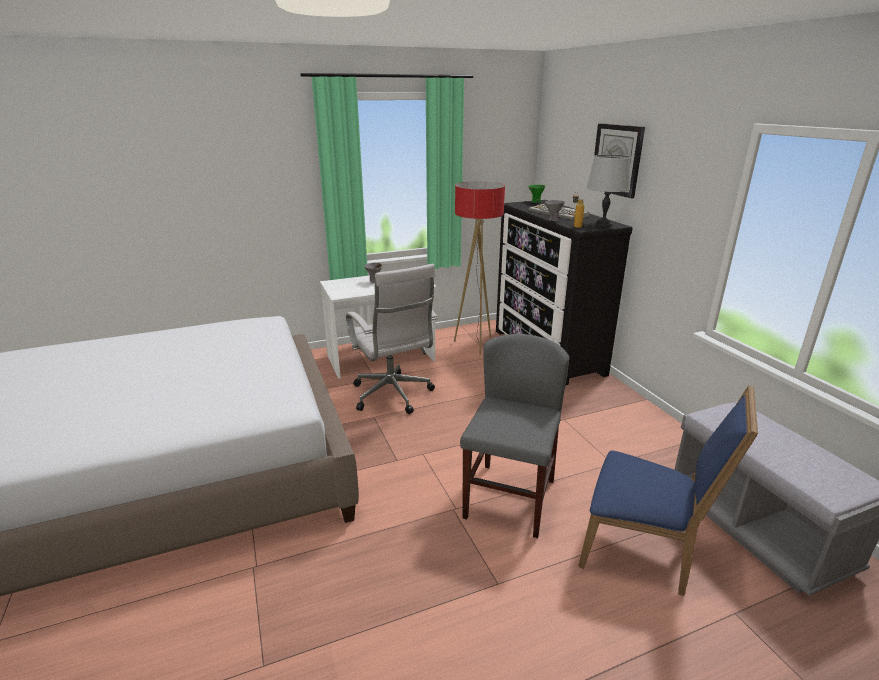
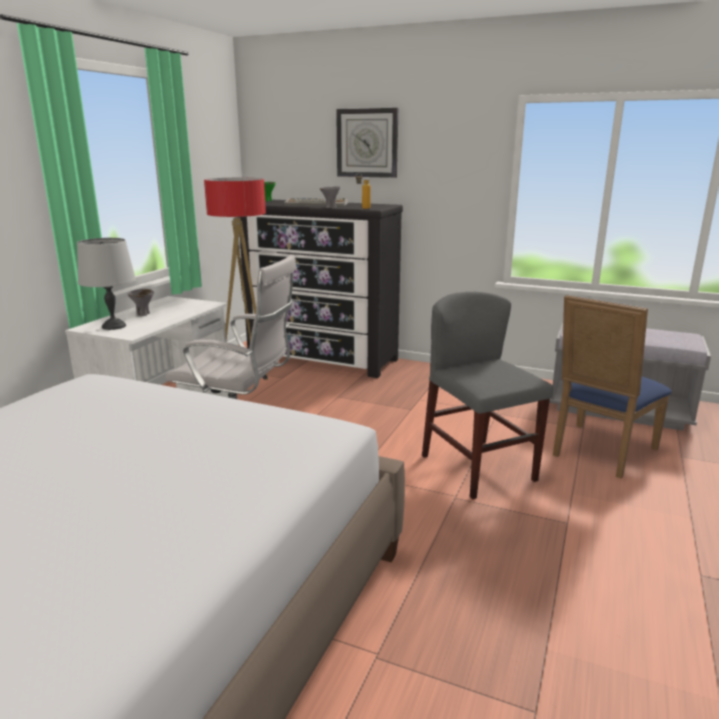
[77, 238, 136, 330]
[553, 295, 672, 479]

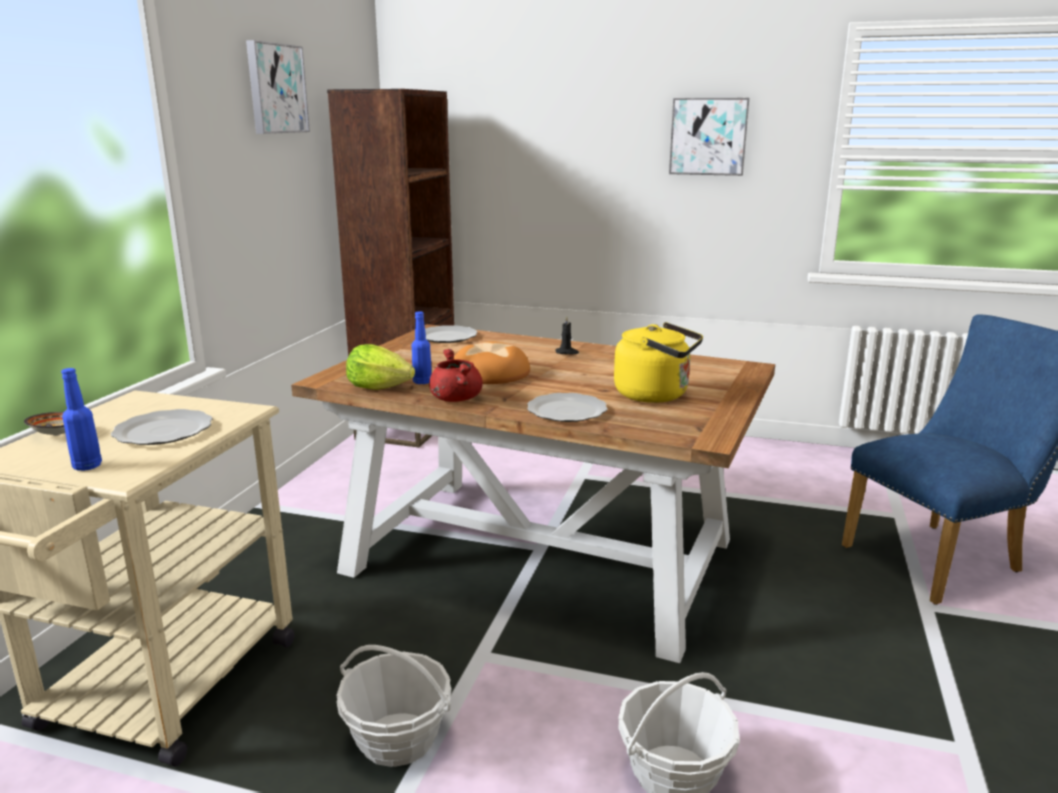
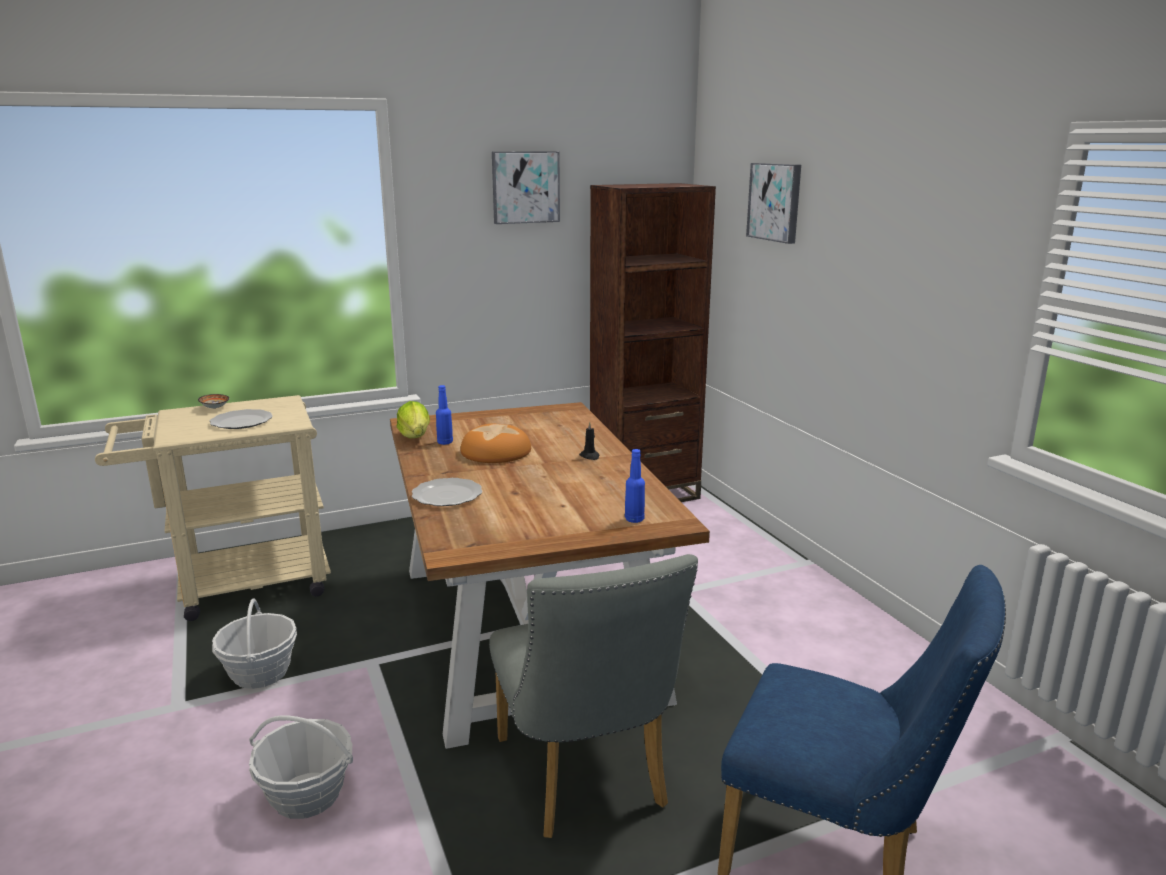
[425, 325, 477, 343] (first image)
[429, 349, 483, 402] (first image)
[614, 322, 703, 403] (first image)
[489, 554, 698, 838]
[625, 449, 645, 523]
[746, 163, 801, 244]

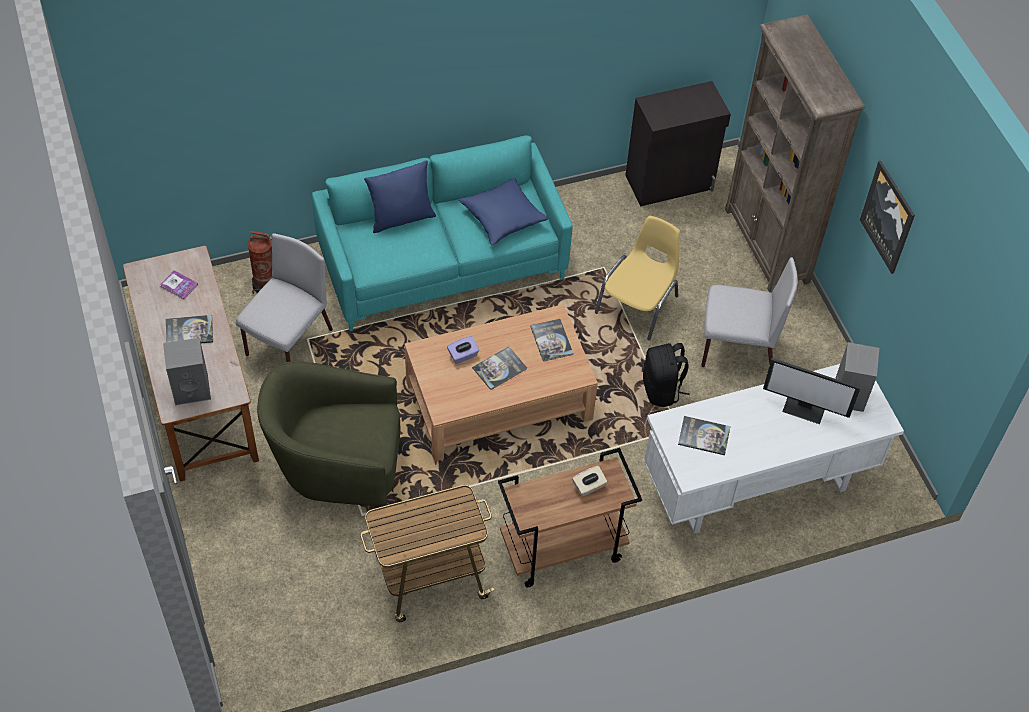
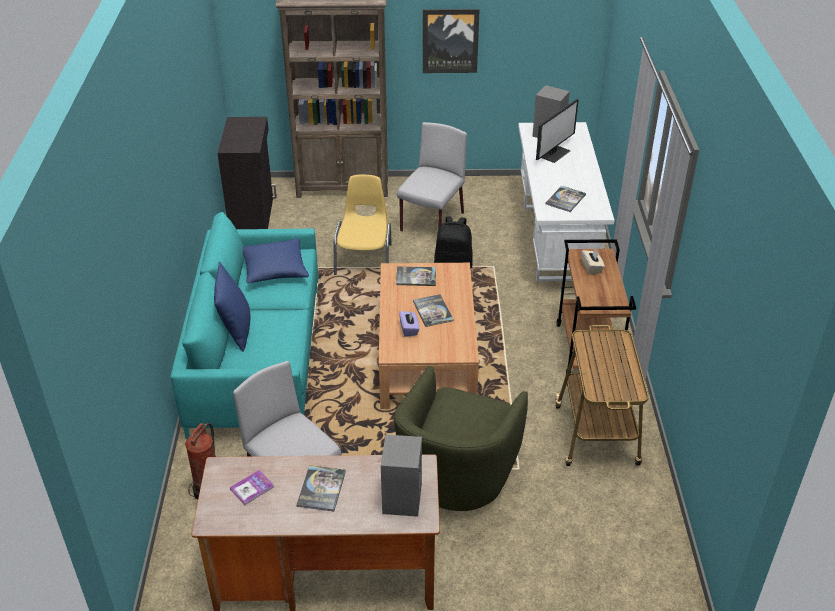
[334, 175, 392, 275]

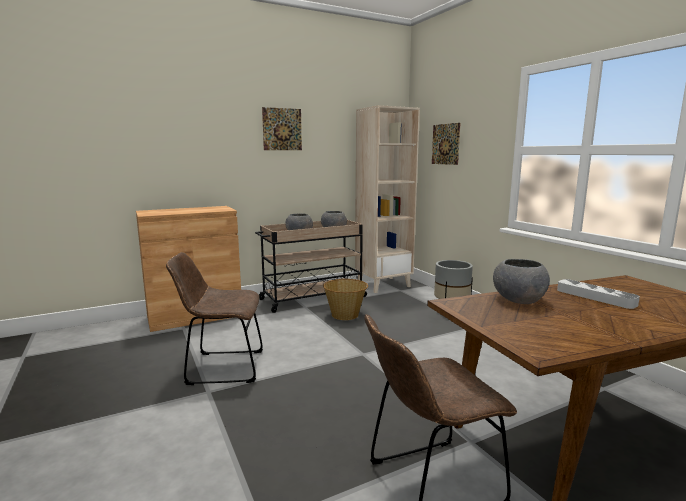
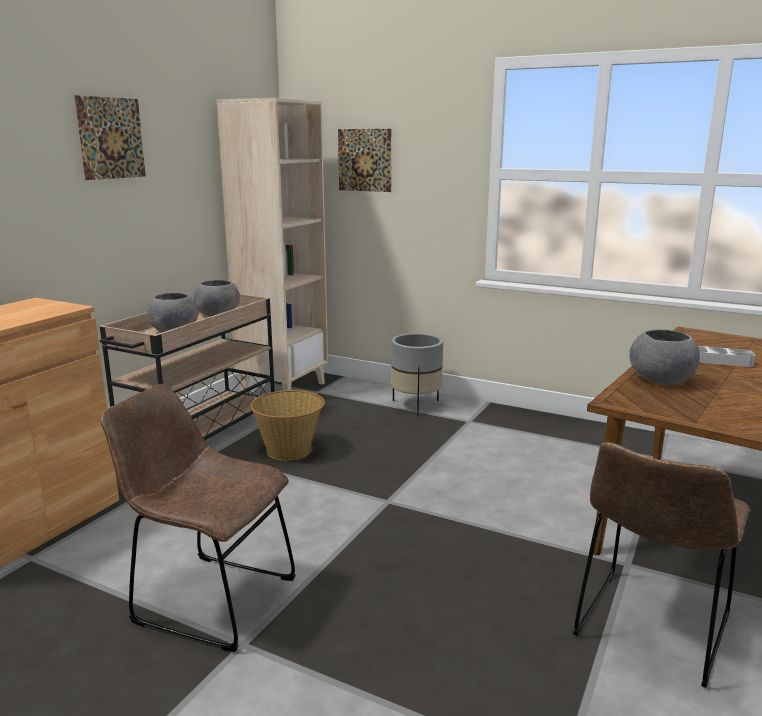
[100, 384, 296, 652]

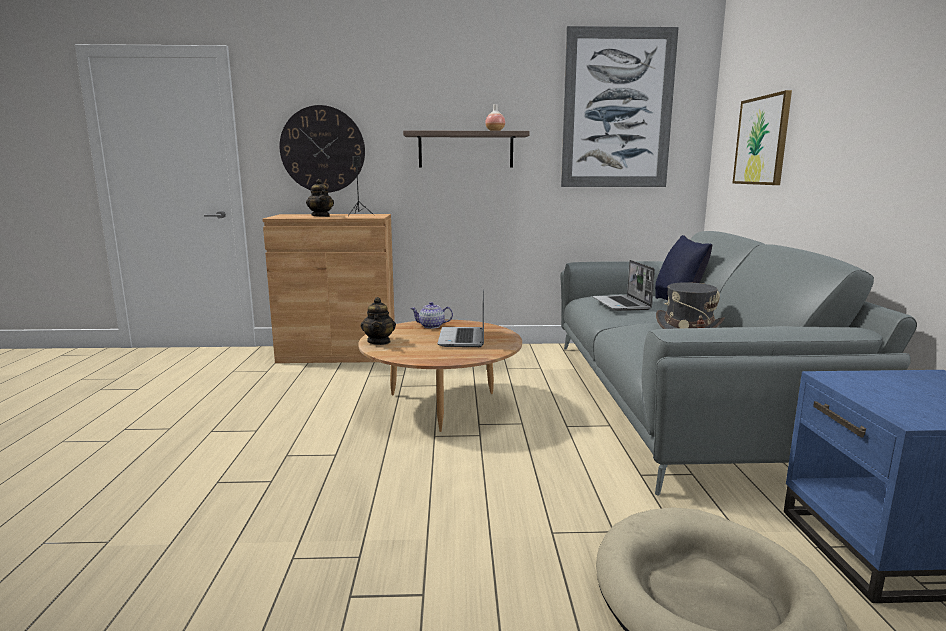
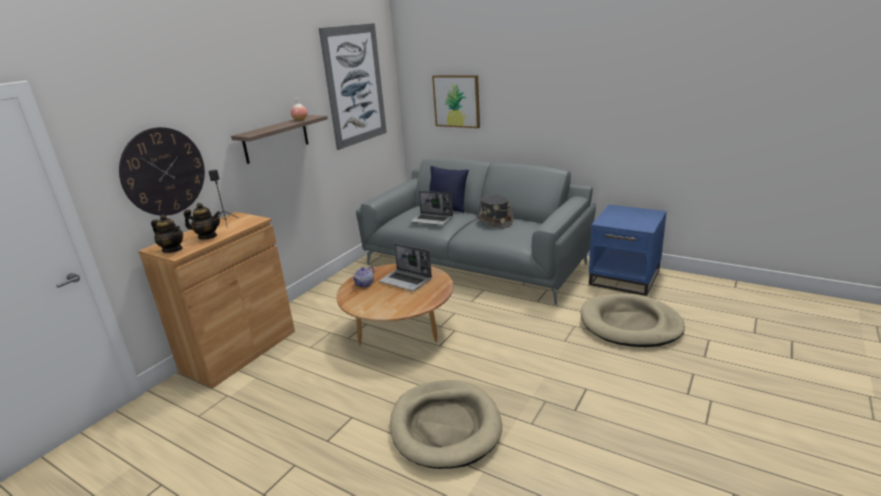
[390, 380, 502, 469]
[151, 215, 183, 253]

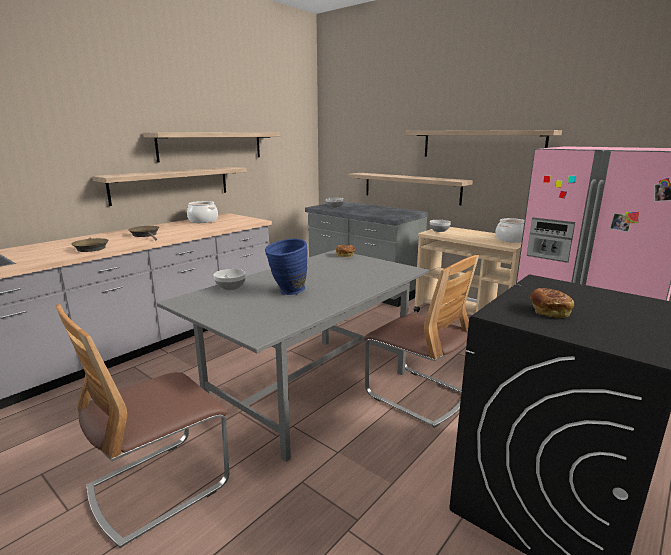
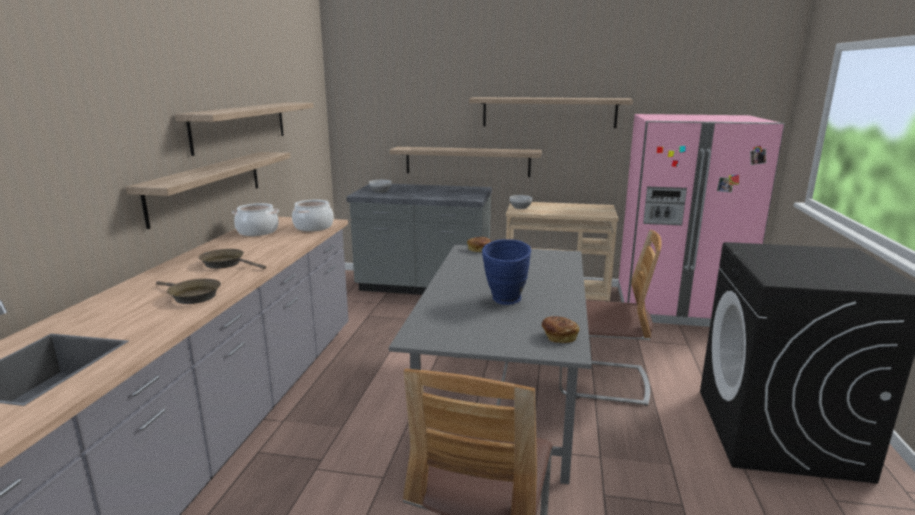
[214, 269, 246, 290] (first image)
[292, 200, 334, 231]
[541, 316, 579, 343]

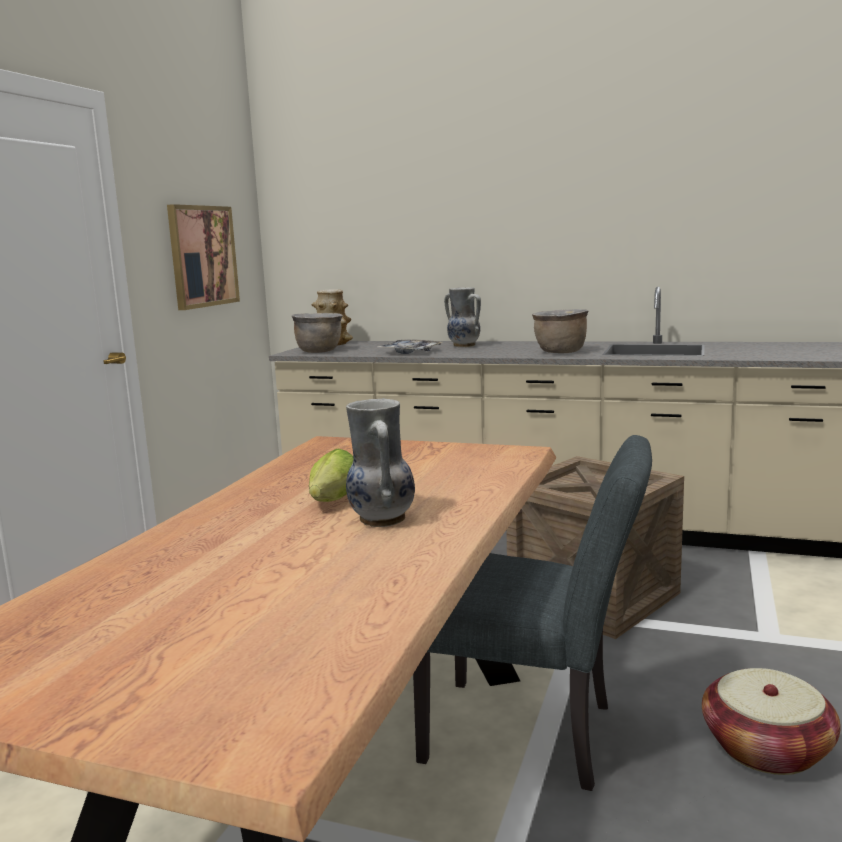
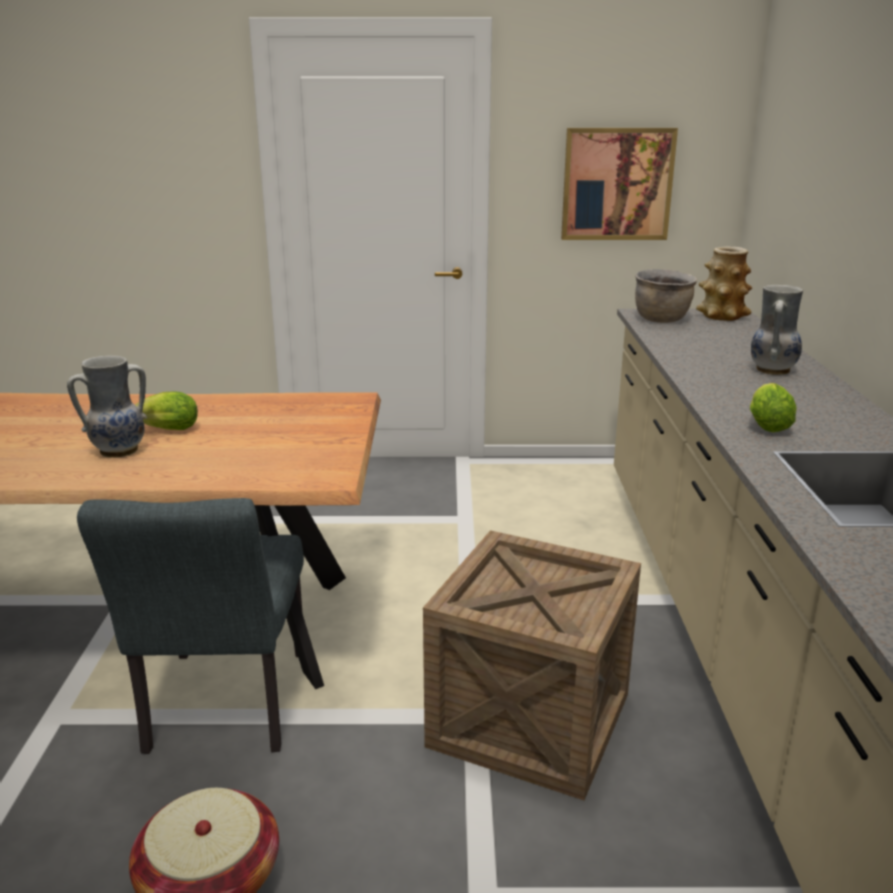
[377, 339, 442, 354] (first image)
[750, 383, 797, 432]

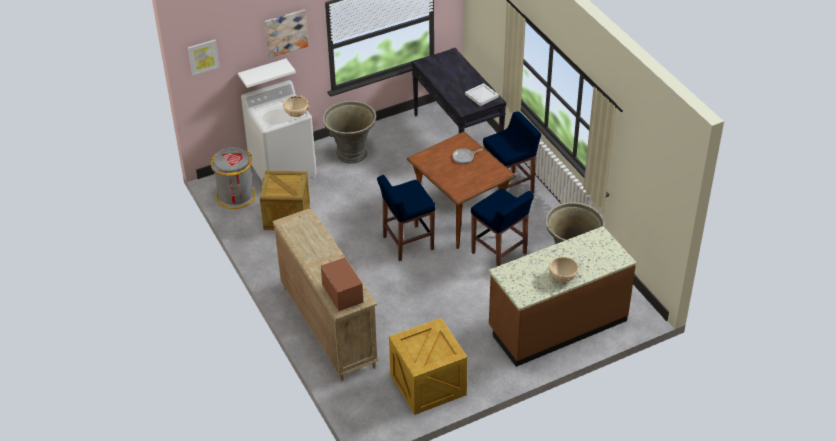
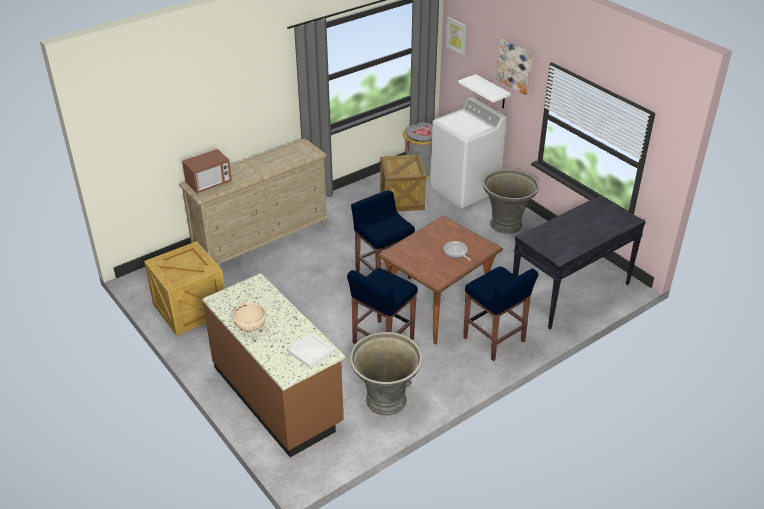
[281, 94, 311, 117] (first image)
[287, 332, 335, 369]

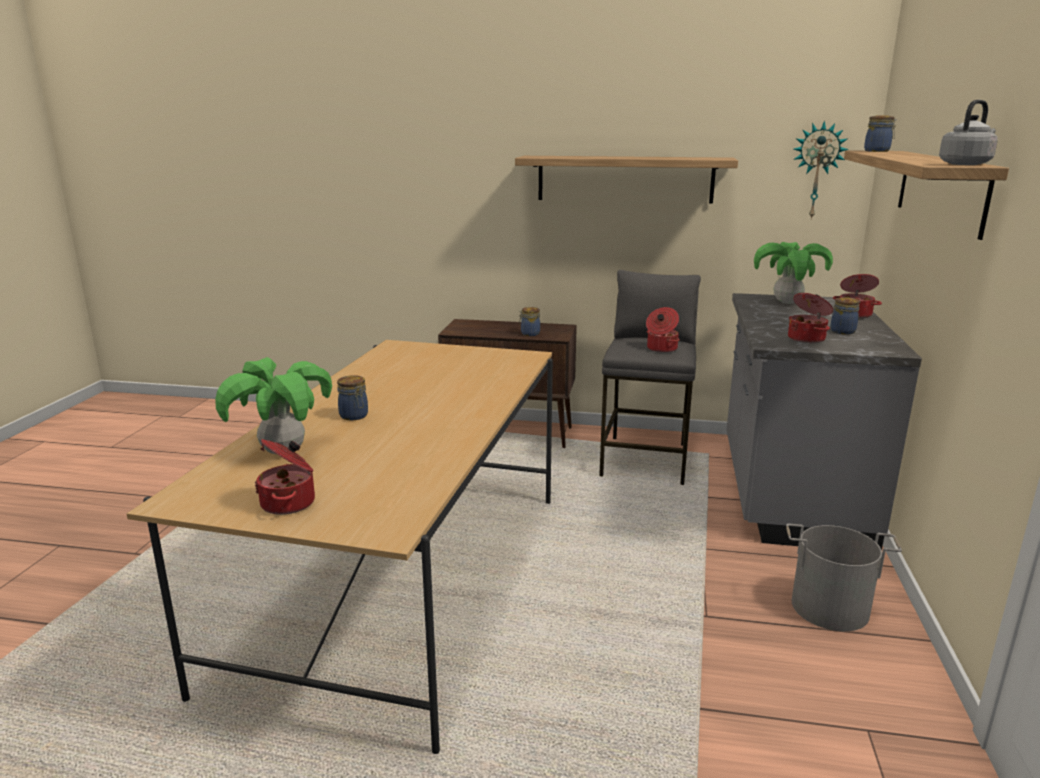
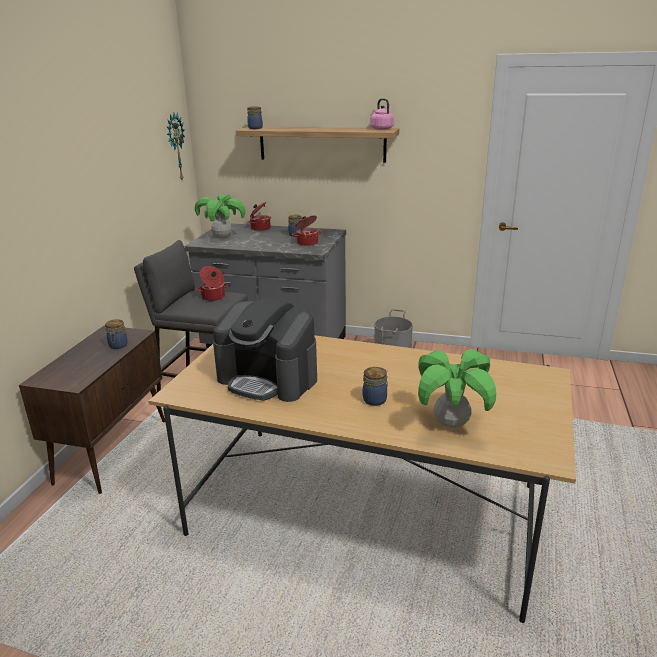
[255, 439, 315, 515] (first image)
[515, 156, 738, 203] (first image)
[213, 298, 317, 402]
[371, 98, 394, 130]

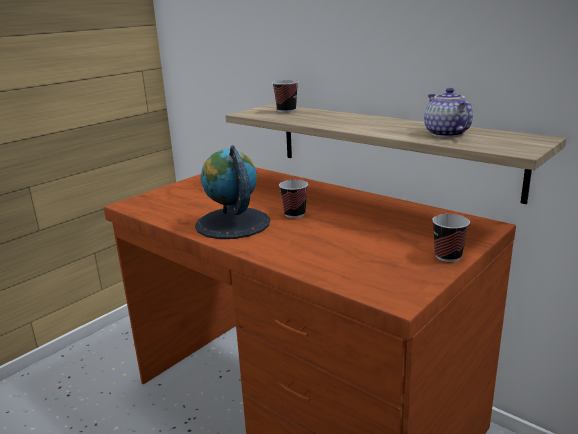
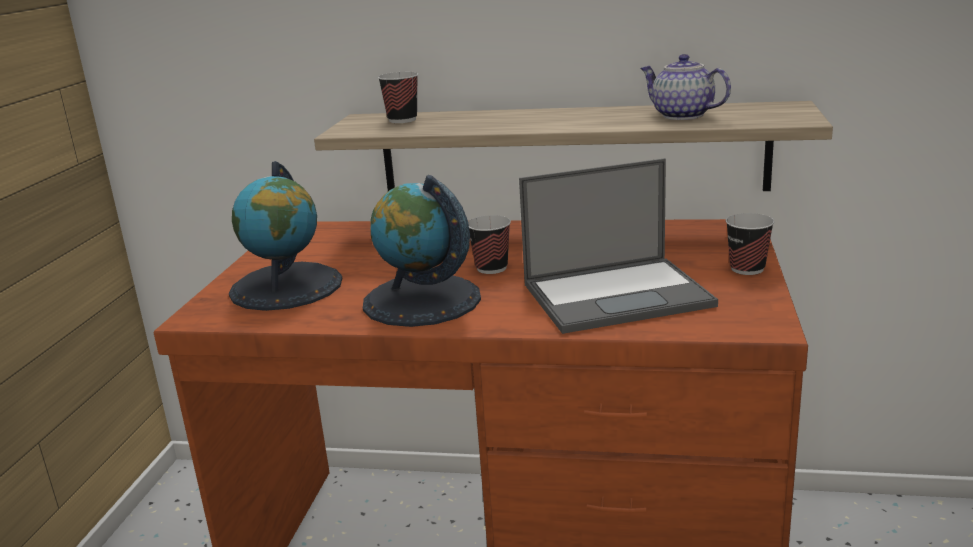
[229, 161, 342, 311]
[519, 158, 718, 334]

